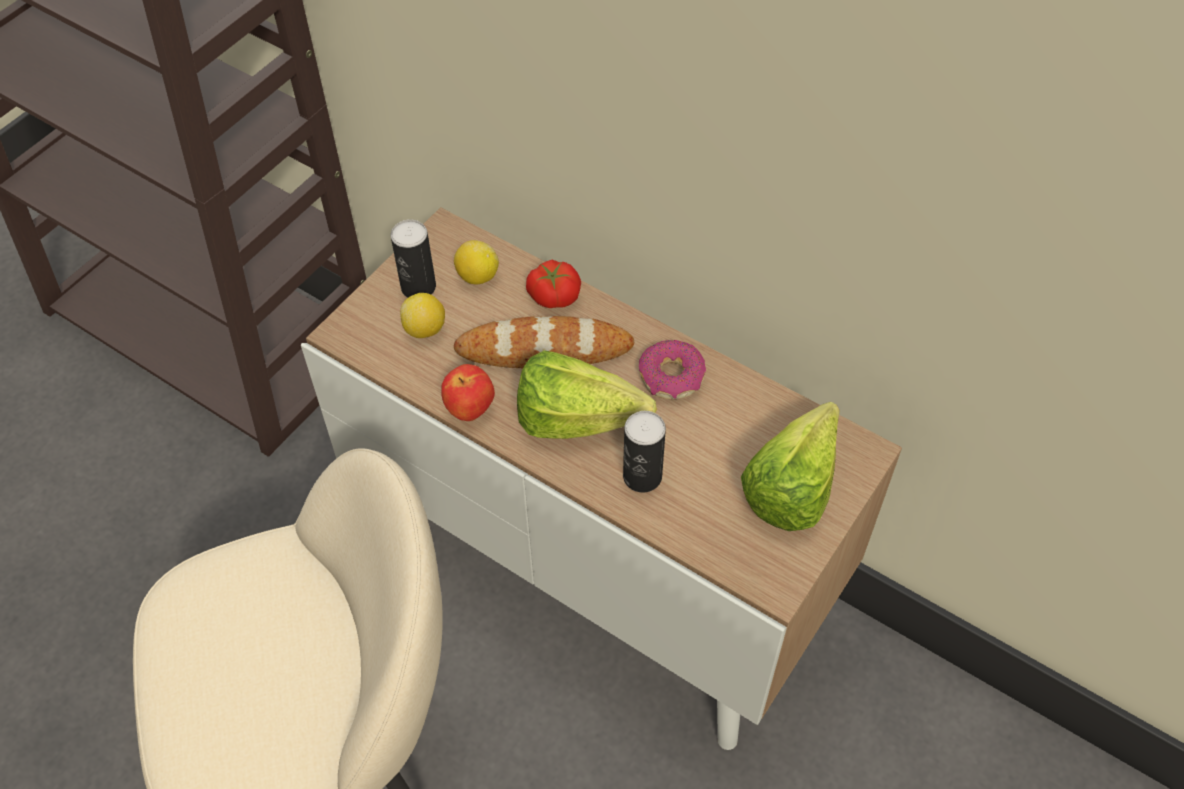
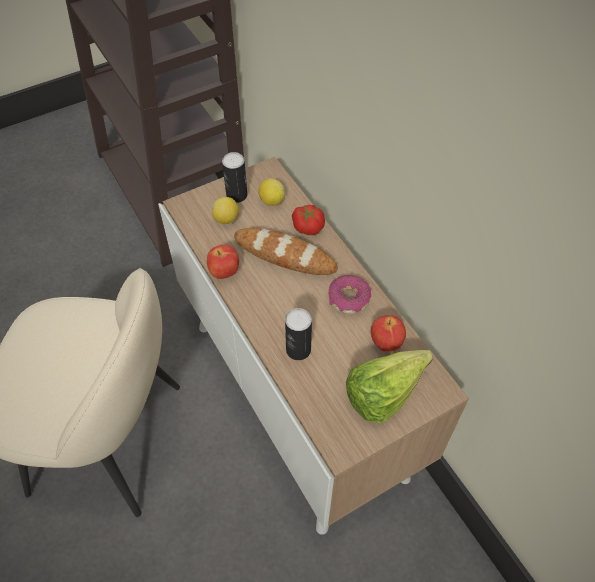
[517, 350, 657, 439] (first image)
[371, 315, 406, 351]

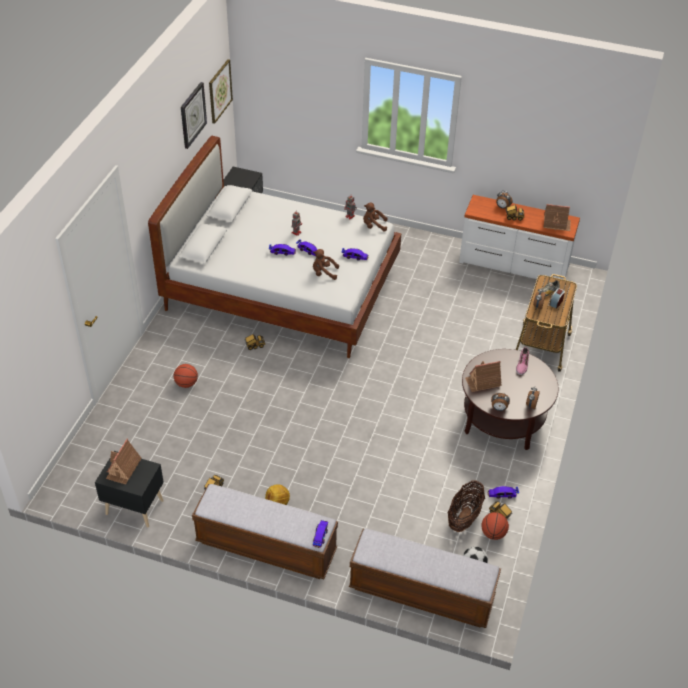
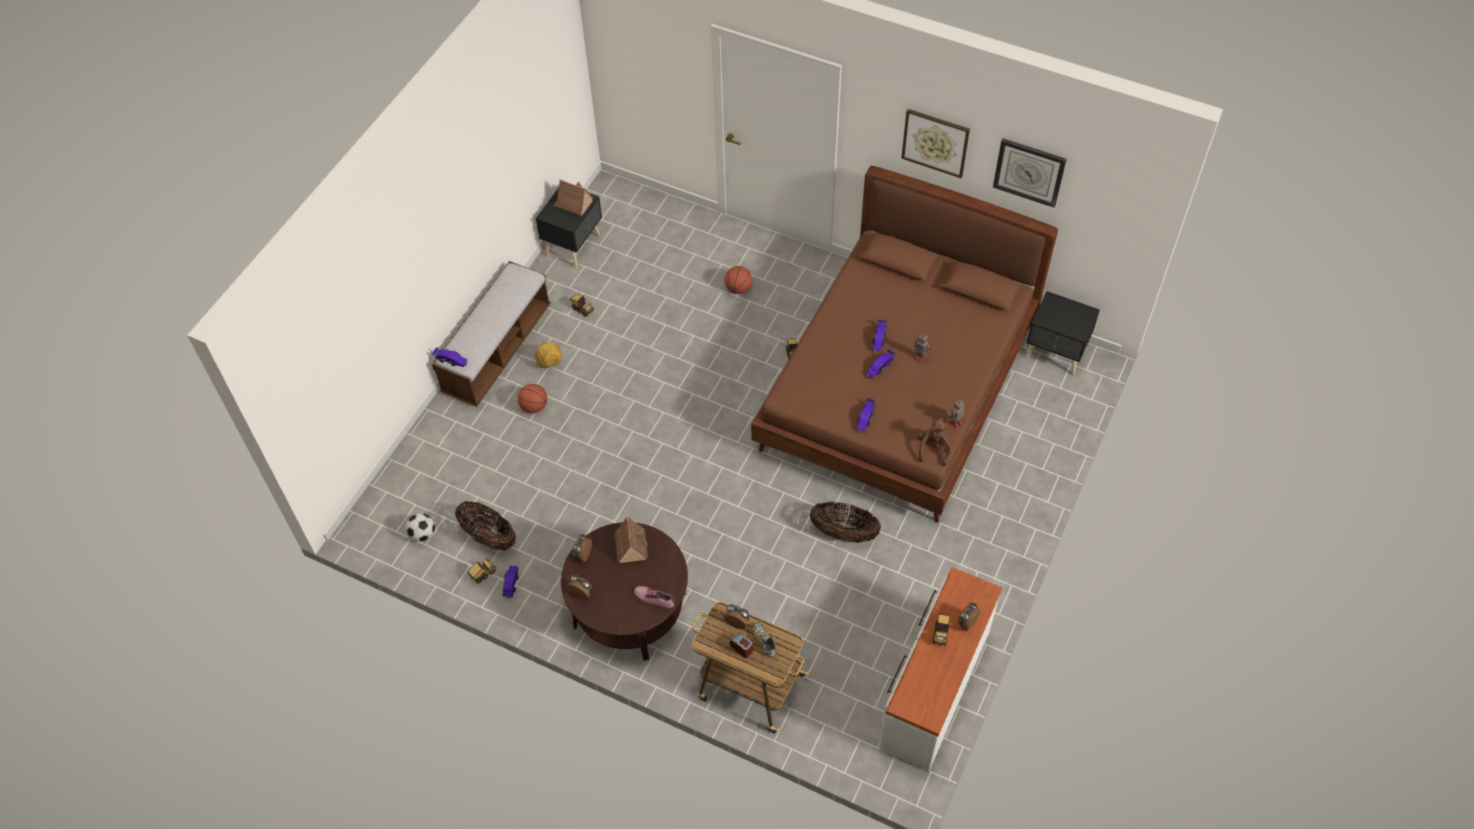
[313, 249, 339, 280] (first image)
[349, 528, 501, 628] (first image)
[543, 204, 571, 231] (first image)
[810, 502, 881, 543]
[901, 109, 970, 178]
[518, 384, 547, 413]
[751, 166, 1058, 523]

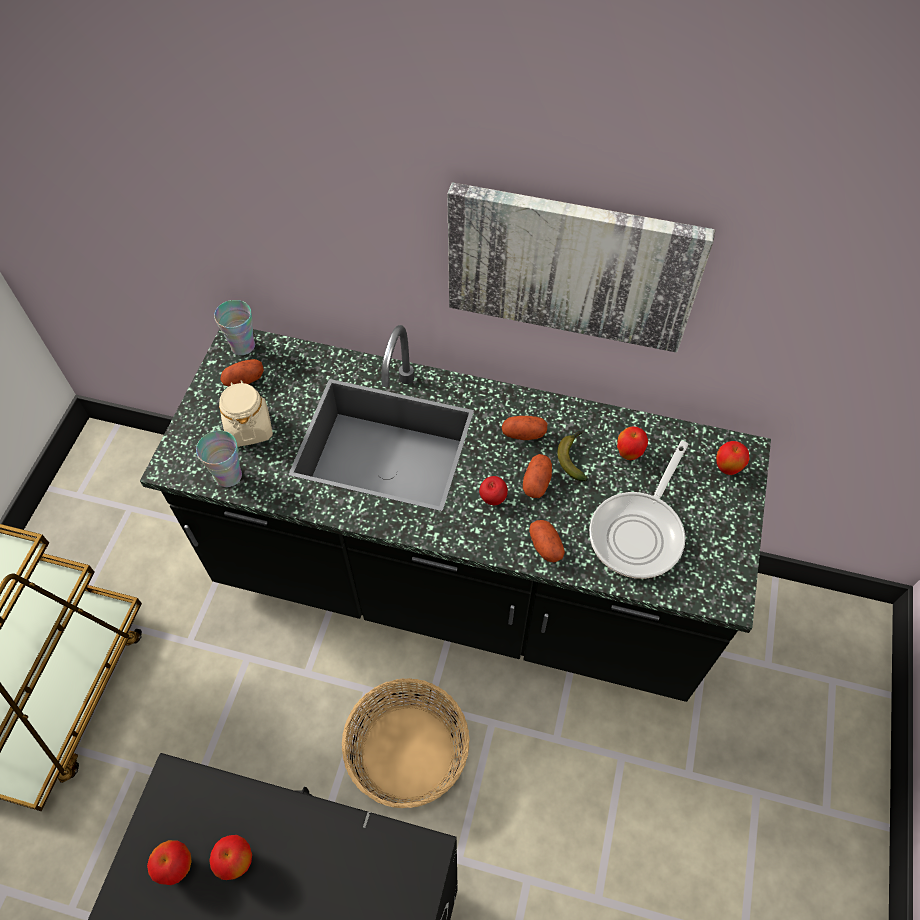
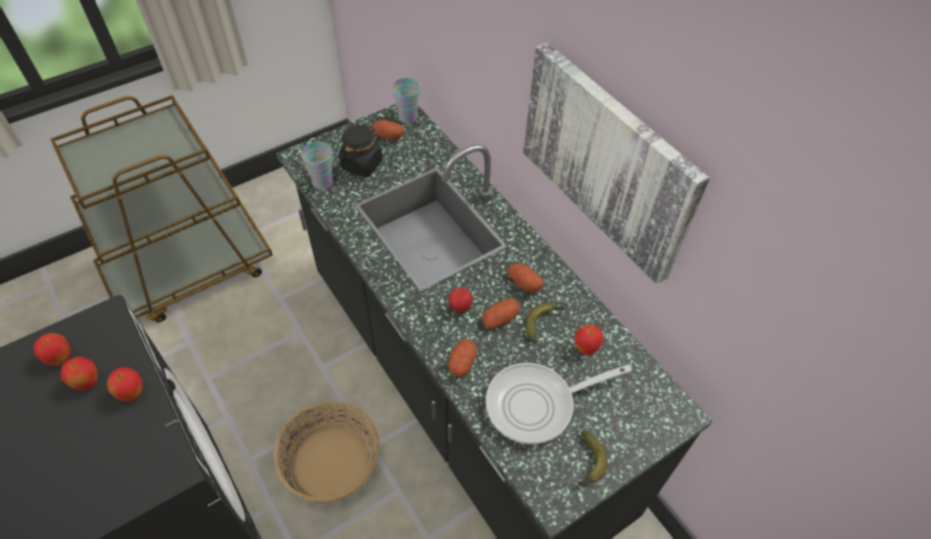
[578, 430, 608, 487]
[107, 367, 143, 402]
[339, 124, 383, 177]

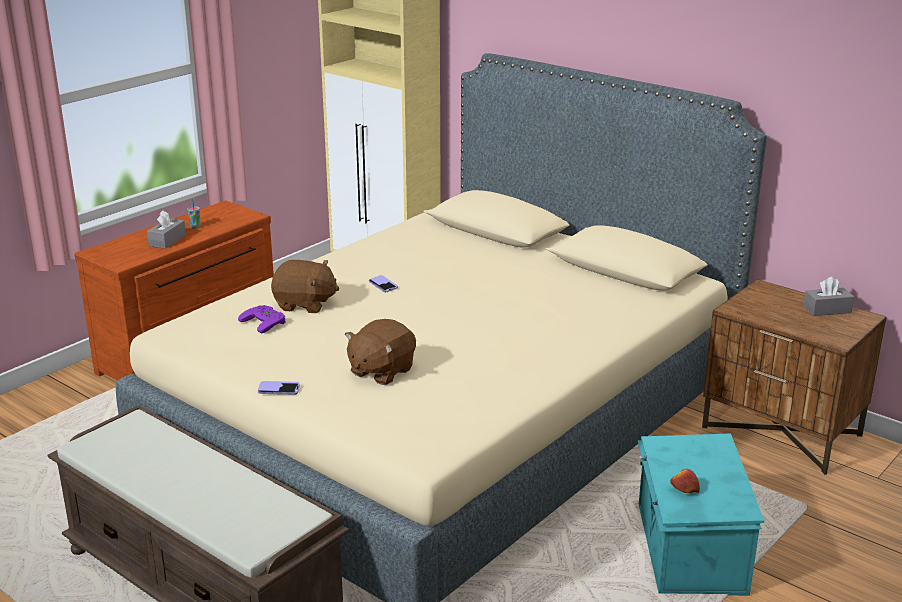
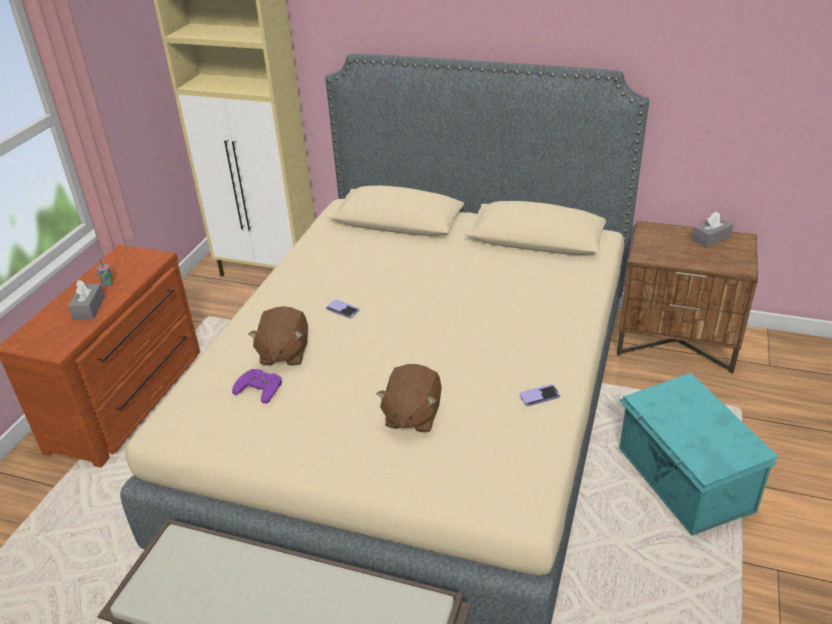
[670, 469, 700, 493] (first image)
[520, 384, 560, 406]
[248, 306, 308, 366]

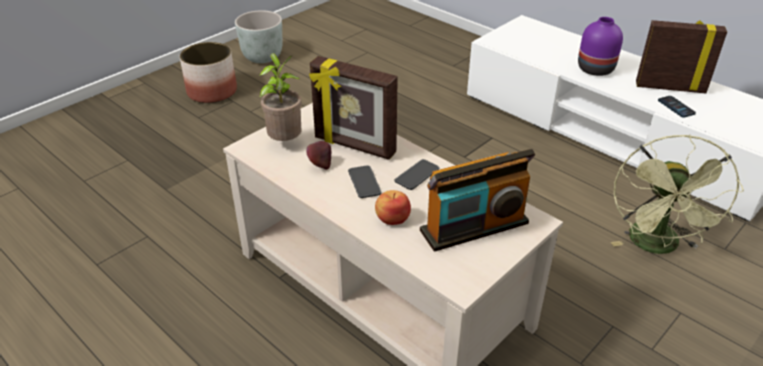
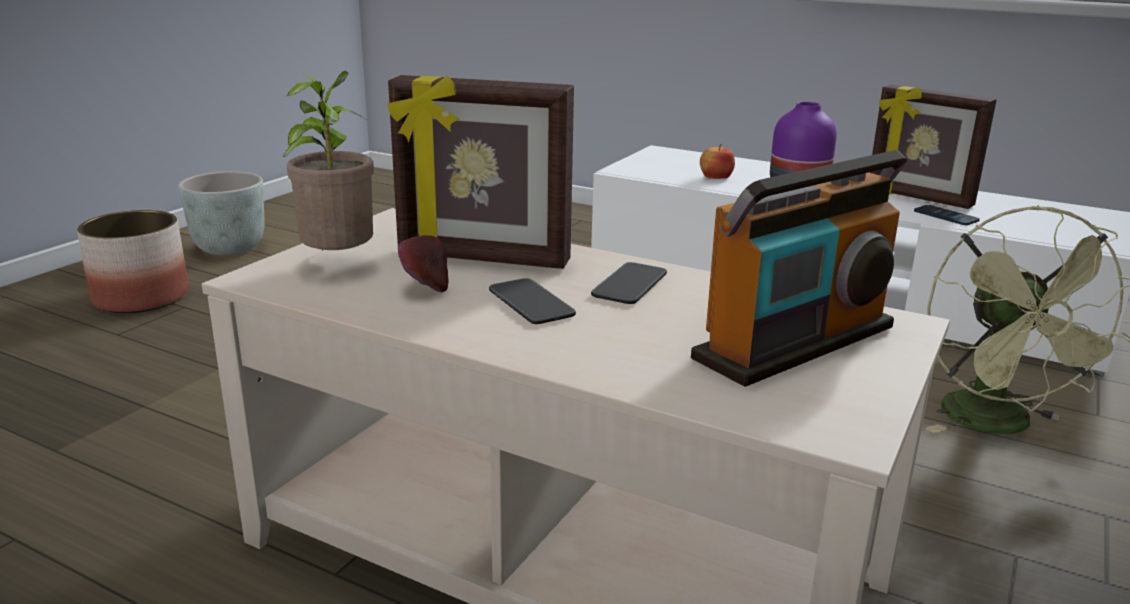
[700, 144, 735, 179]
[869, 85, 997, 209]

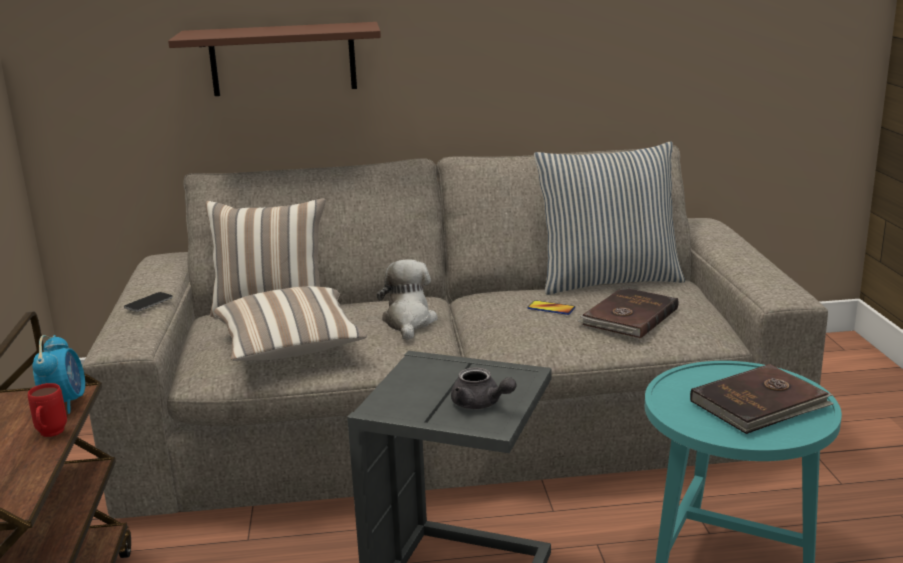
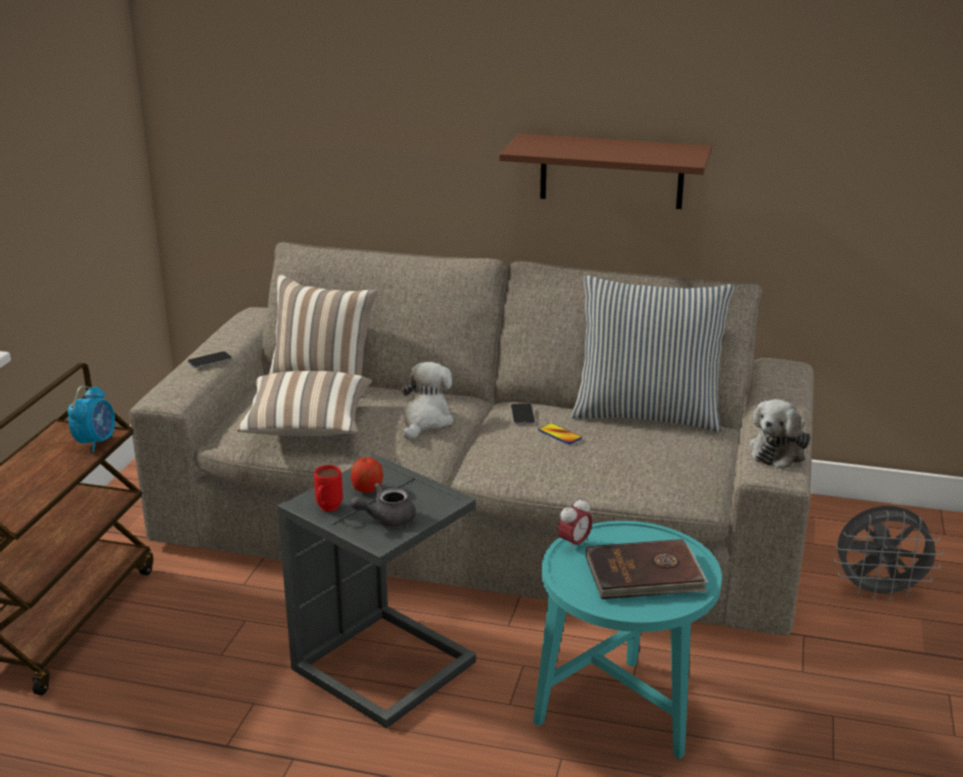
[577, 287, 679, 339] (first image)
[351, 457, 383, 493]
[511, 403, 535, 425]
[558, 497, 593, 551]
[749, 399, 811, 469]
[834, 506, 943, 601]
[314, 465, 343, 512]
[499, 133, 712, 209]
[350, 483, 416, 527]

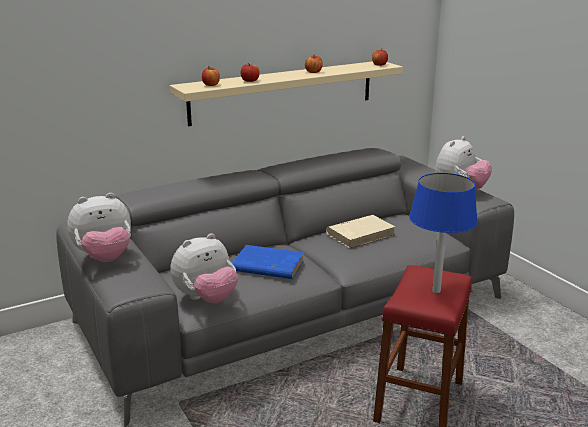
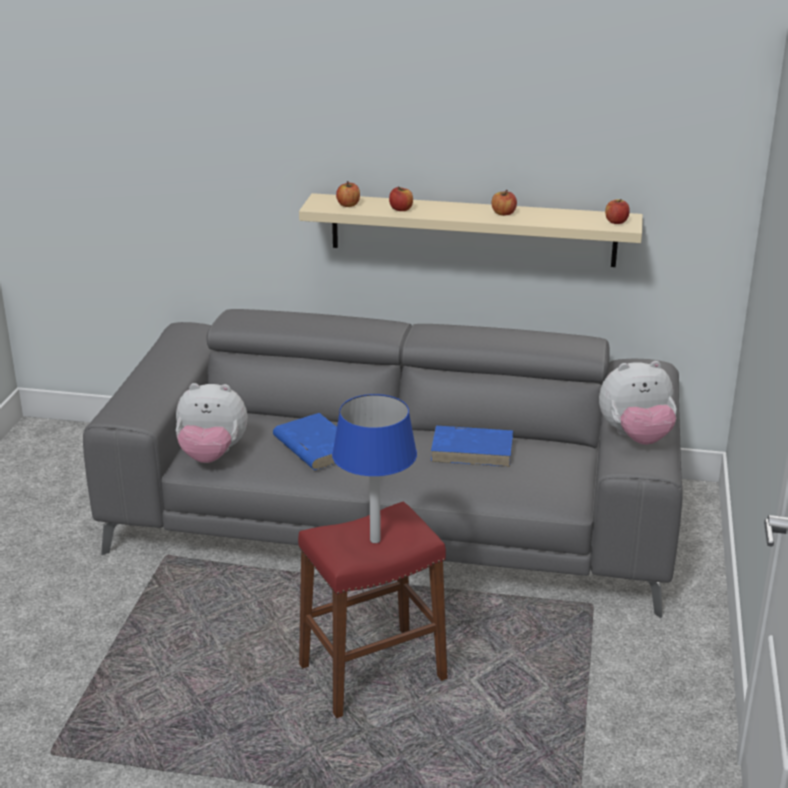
[67, 193, 131, 262] (first image)
[431, 426, 513, 467]

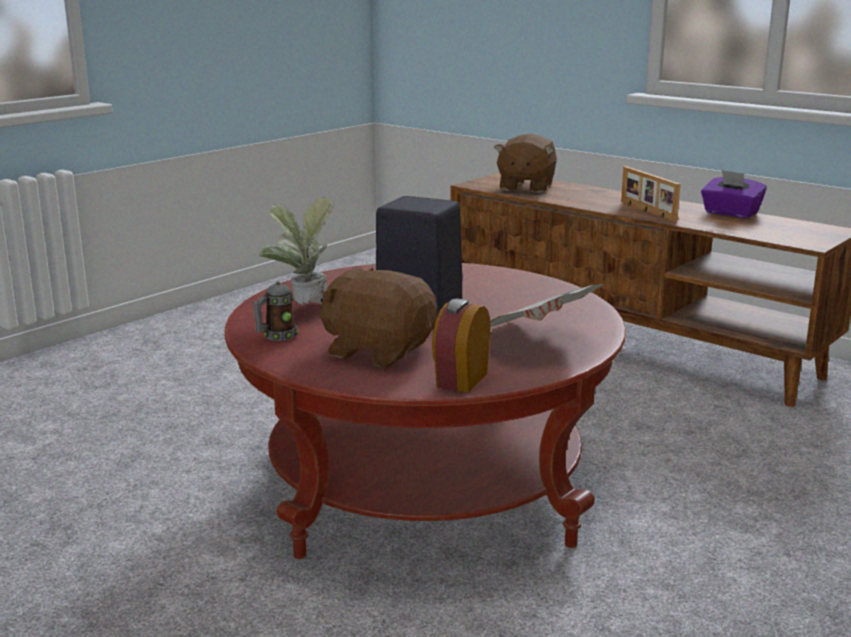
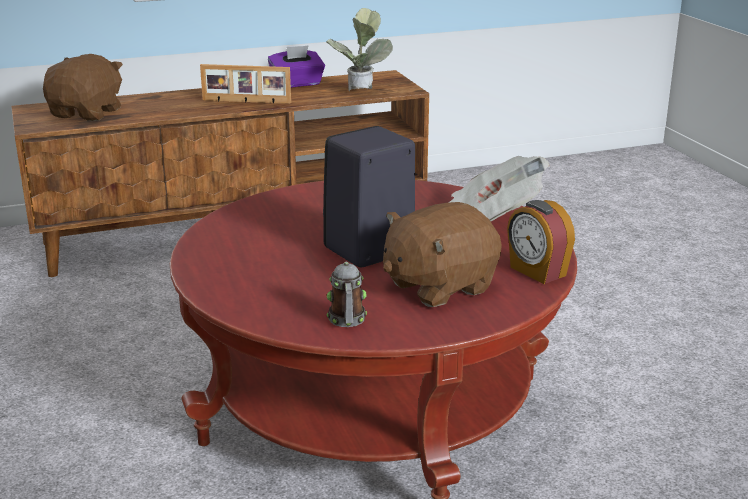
[326, 8, 393, 92]
[43, 54, 123, 121]

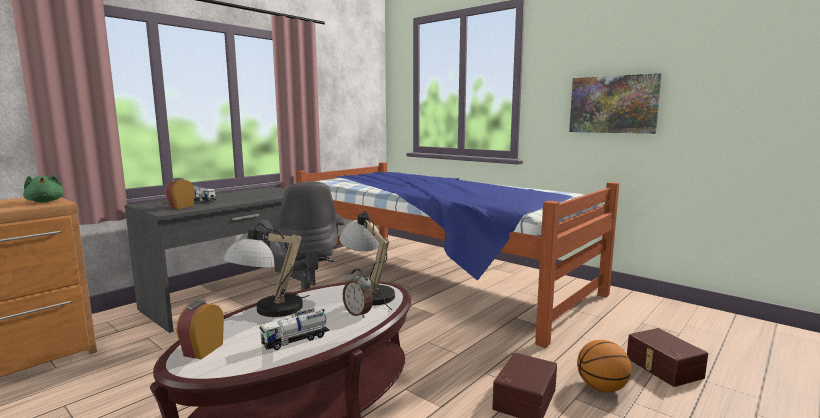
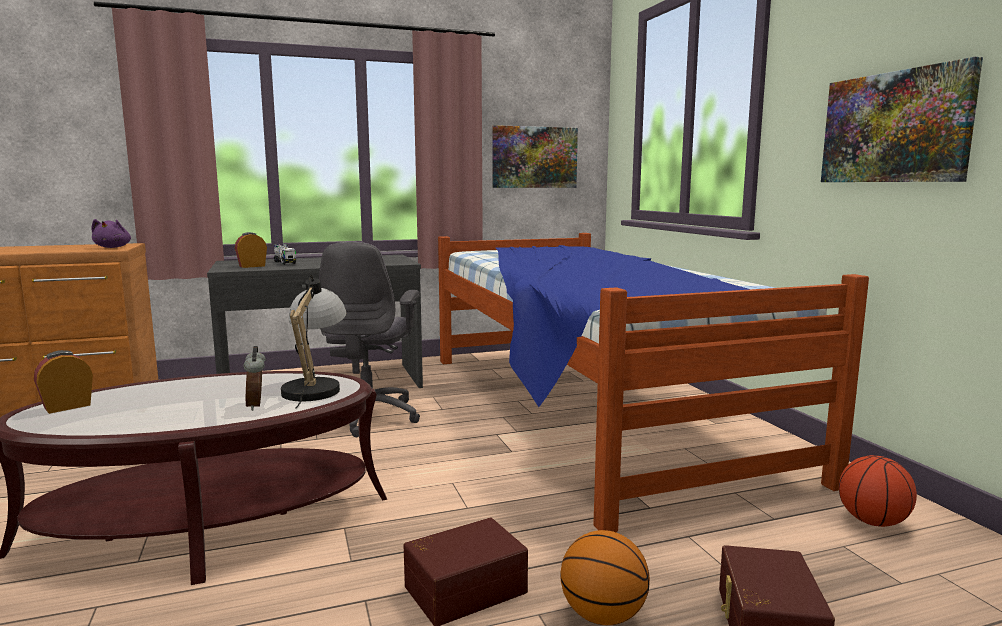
[223, 223, 310, 317] (first image)
[259, 308, 329, 350] (first image)
[492, 125, 578, 188]
[839, 455, 917, 527]
[91, 219, 131, 248]

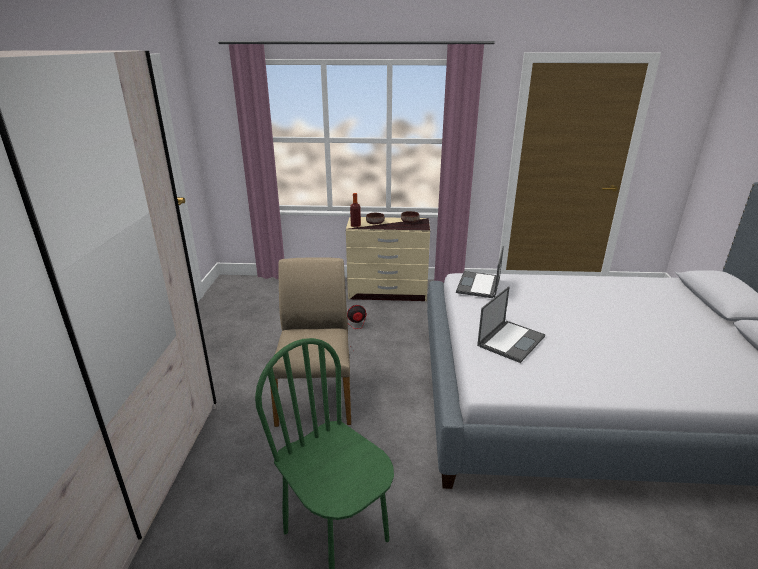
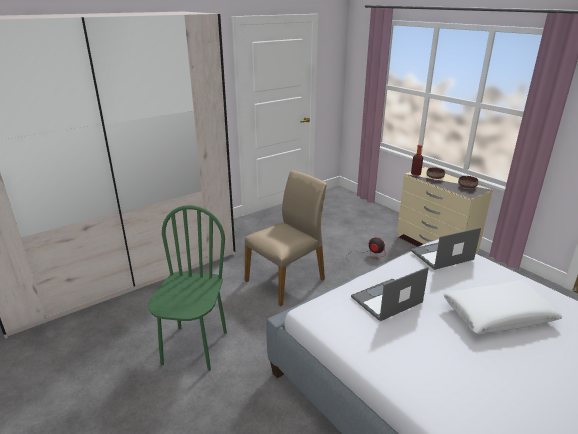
[443, 280, 562, 334]
[351, 267, 429, 321]

